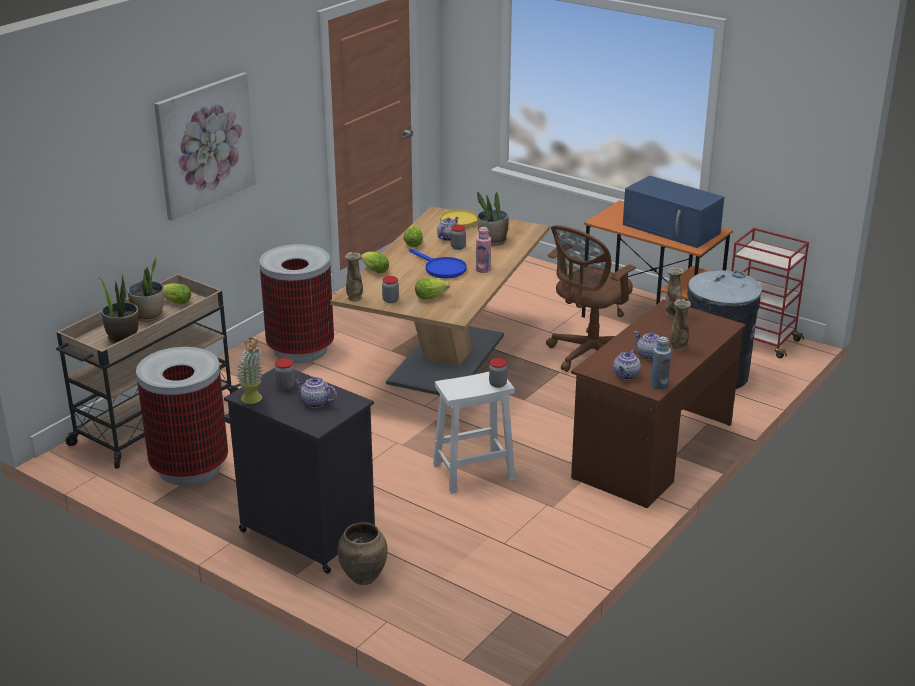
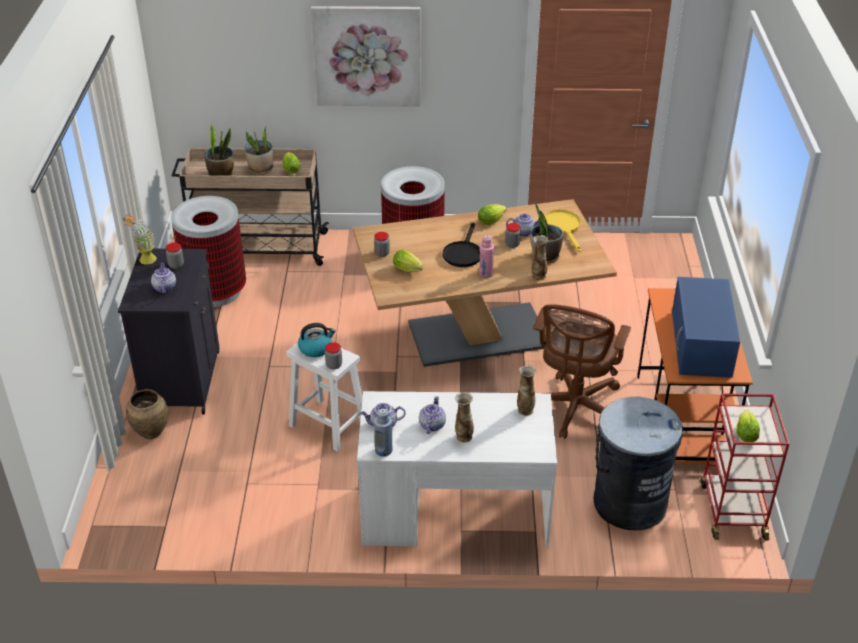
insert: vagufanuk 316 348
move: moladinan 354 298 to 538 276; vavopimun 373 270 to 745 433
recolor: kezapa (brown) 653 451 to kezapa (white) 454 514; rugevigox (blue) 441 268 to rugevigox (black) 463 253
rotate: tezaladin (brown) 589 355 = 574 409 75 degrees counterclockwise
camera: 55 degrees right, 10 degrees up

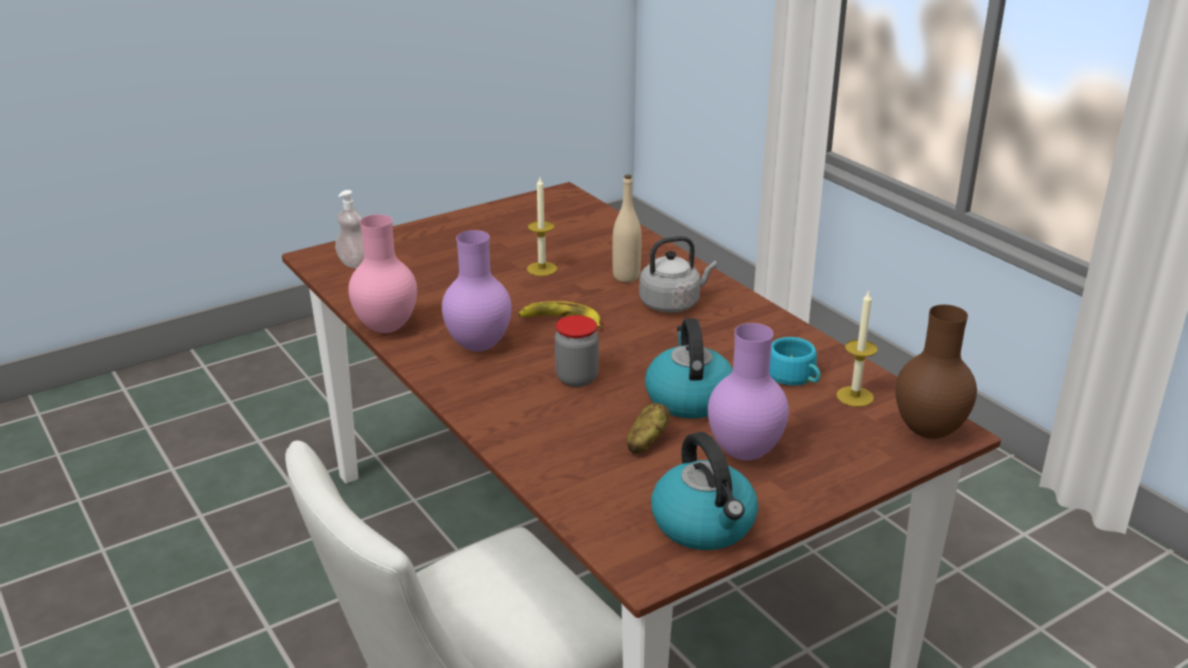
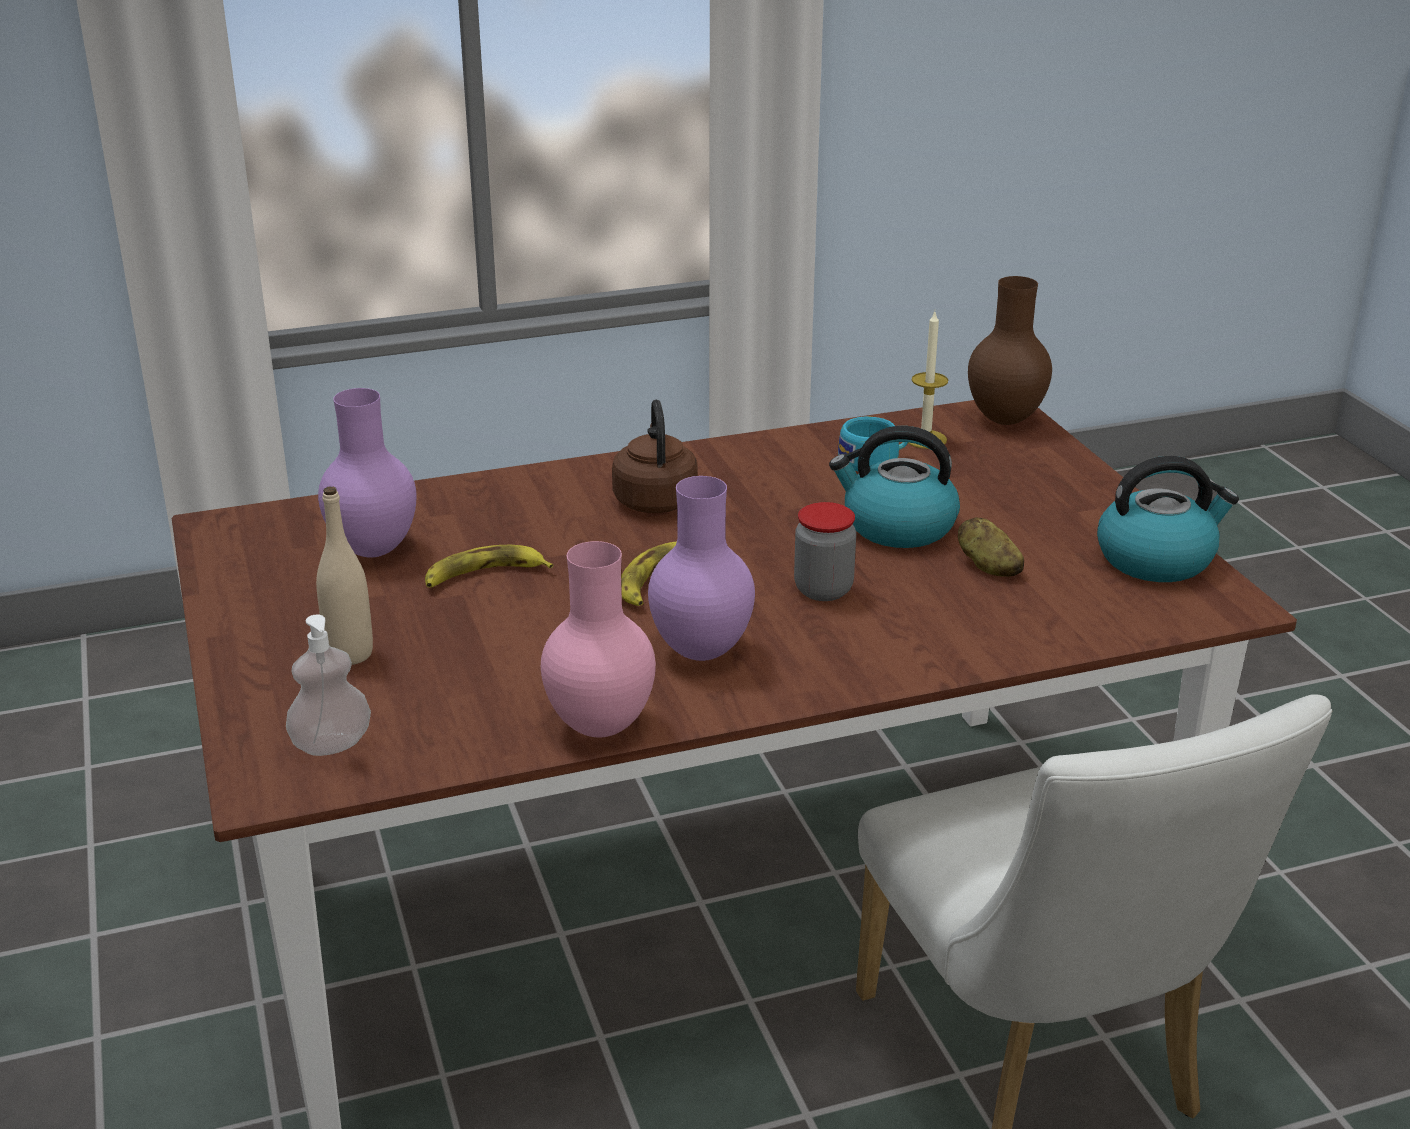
move: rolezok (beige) 626 277 to 350 654; moladinan (purple) 746 454 to 375 550
replace: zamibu 542 269 to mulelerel 484 575
recolor: vagufanuk (grey) 672 304 to vagufanuk (brown) 655 499
camera: 75 degrees left, 0 degrees up

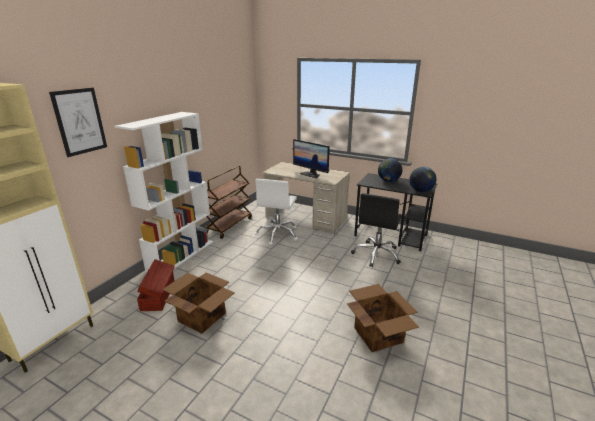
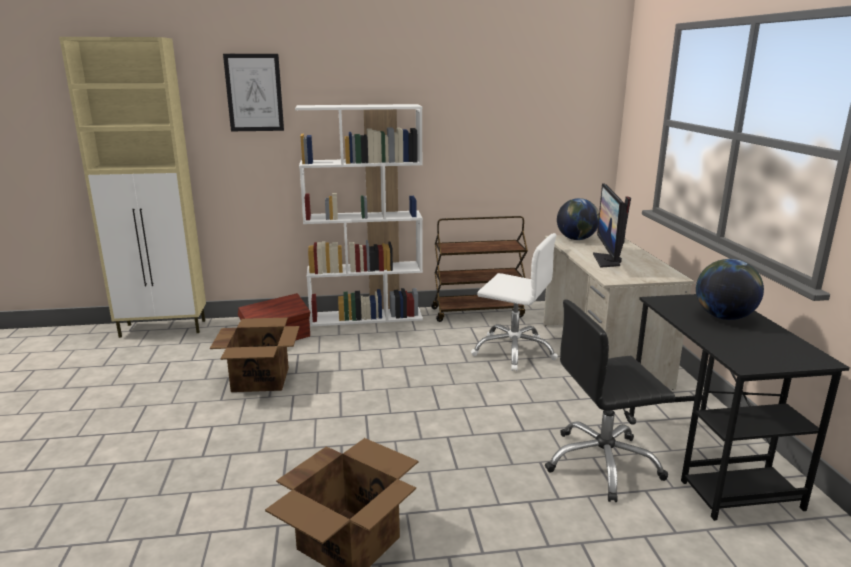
move: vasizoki 420 191 to 576 239
rotate: tezaladin (white) 278 234 = 514 351 135 degrees counterclockwise
camera: 55 degrees right, 5 degrees down

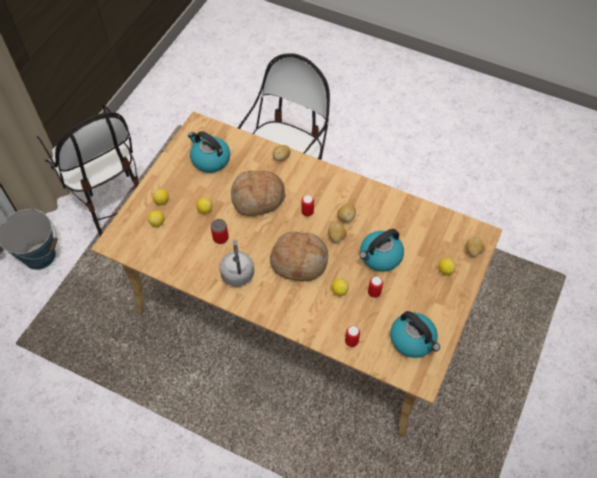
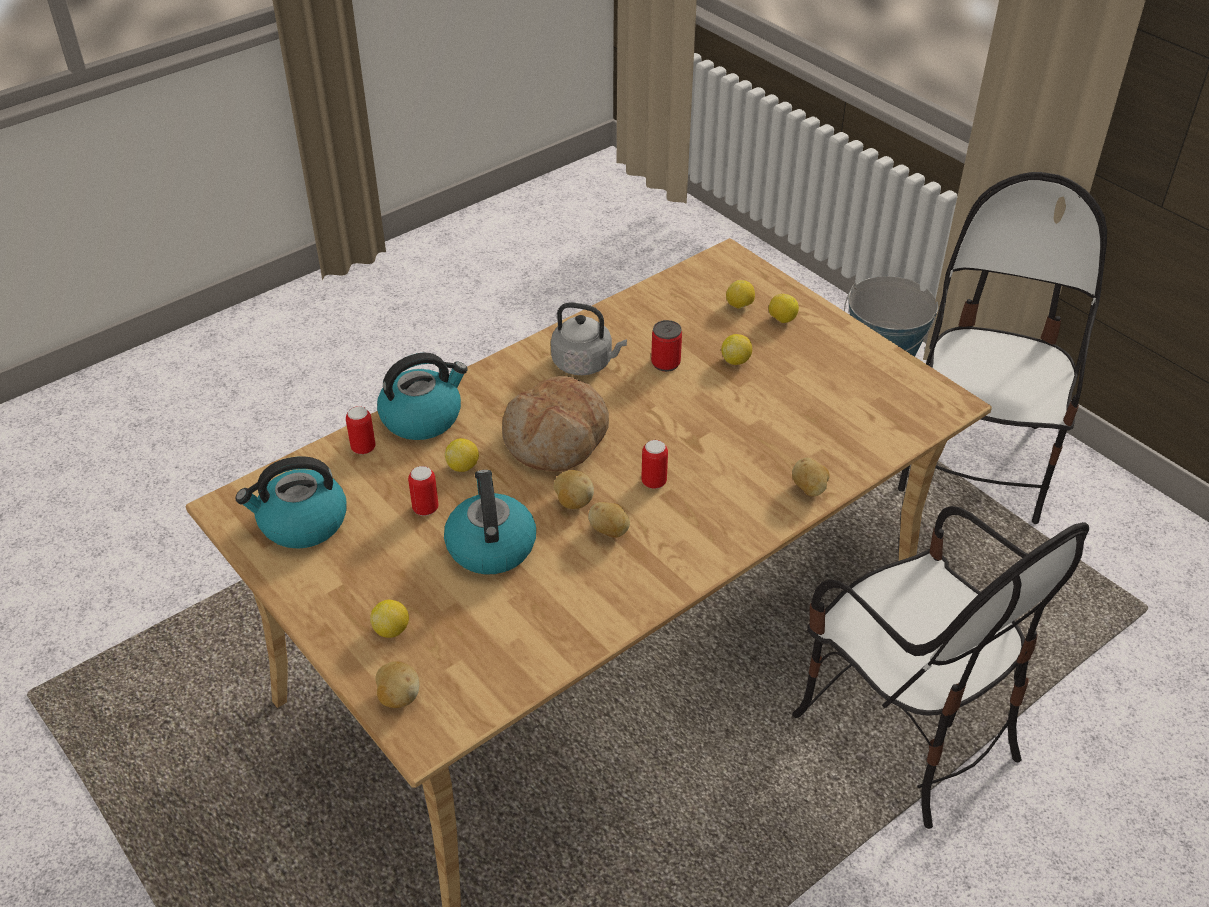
delete: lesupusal 258 198
move: vagufanuk 210 159 to 422 417
rotate: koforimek 107 198 = 977 462 120 degrees clockwise
camera: 115 degrees right, 15 degrees down

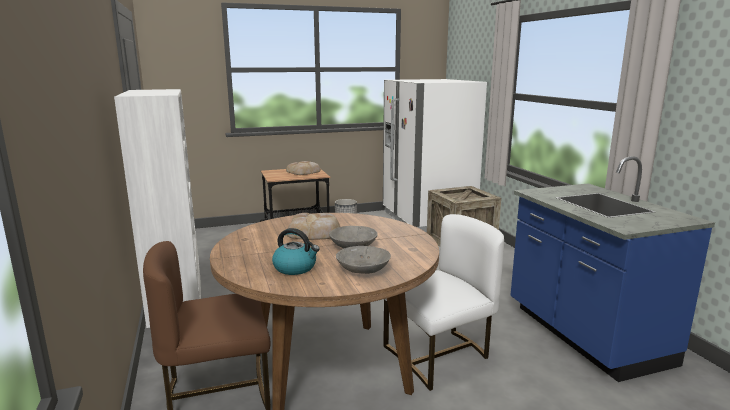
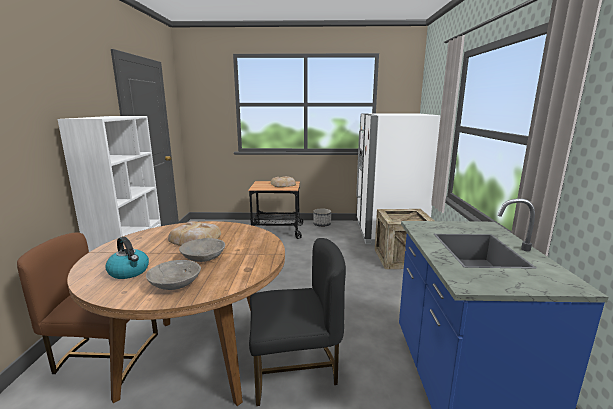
recolor: koforimek (white) 439 355 to koforimek (black) 295 369
camera: 20 degrees right, 0 degrees up

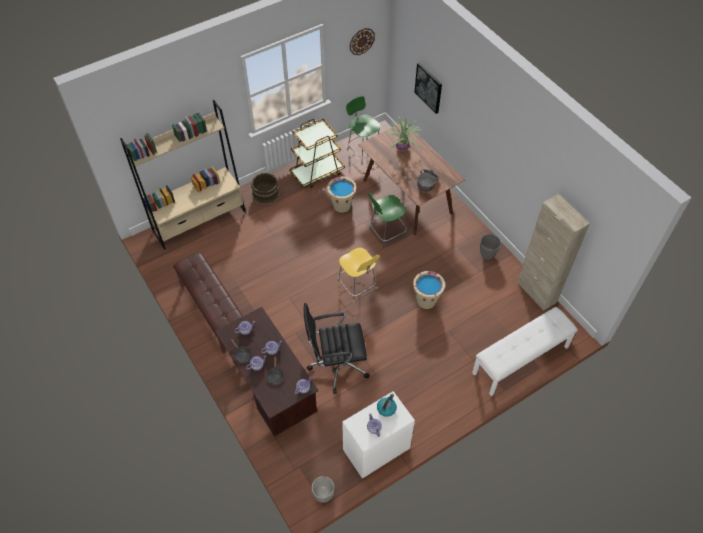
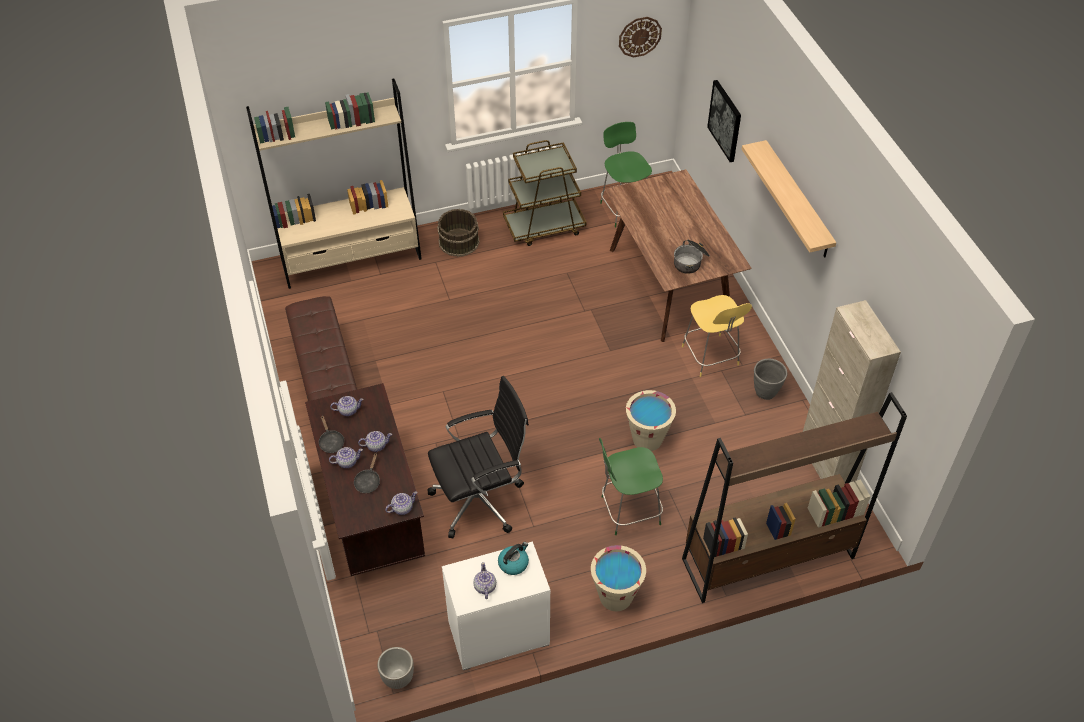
delete: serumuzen 402 149
insert: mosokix 797 200
move: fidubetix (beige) 342 206 to 615 597; koforimek (green) 386 233 to 628 511; koforimek (yellow) 357 287 to 711 357
replace: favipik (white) 521 360 to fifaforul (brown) 767 558
rotate: tezaladin (black) 336 364 = 481 500 150 degrees clockwise
camera: 15 degrees right, 5 degrees down

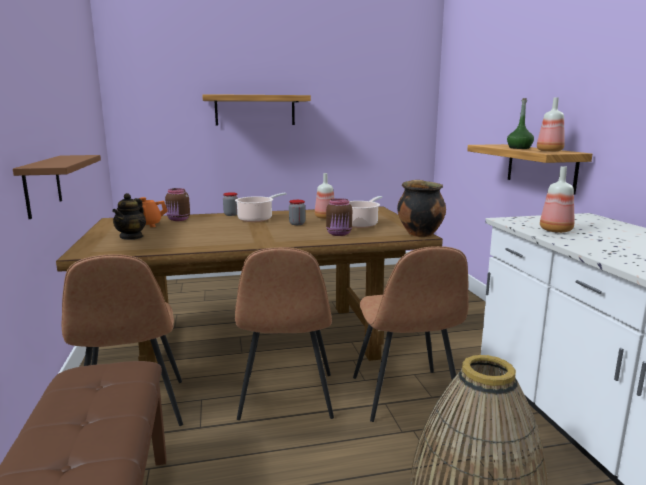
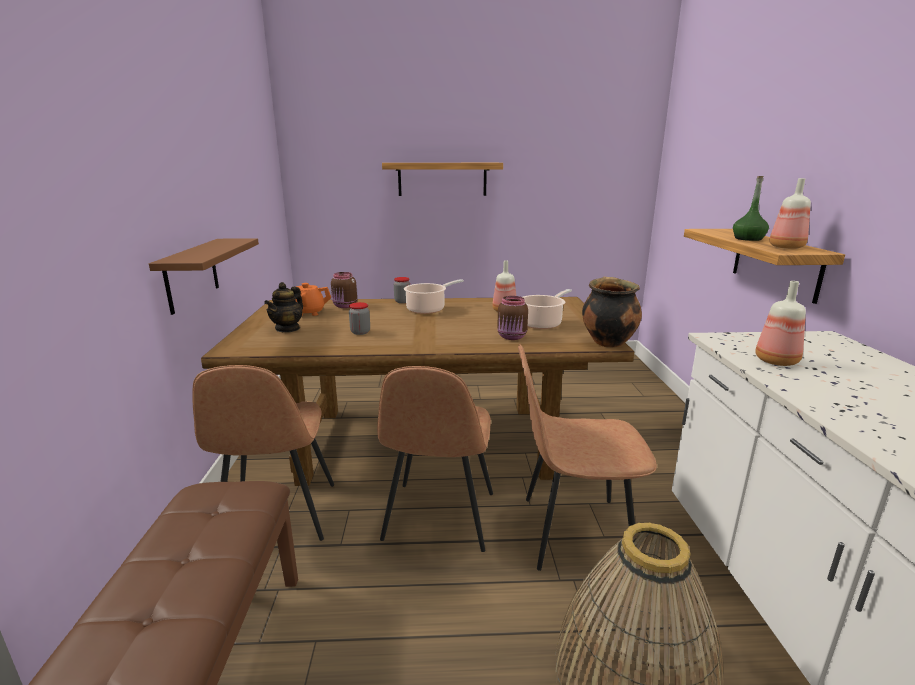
move: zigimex 297 224 to 360 332
rotate: koforimek (brown) 405 396 = 572 532 90 degrees clockwise
camera: 10 degrees right, 5 degrees up

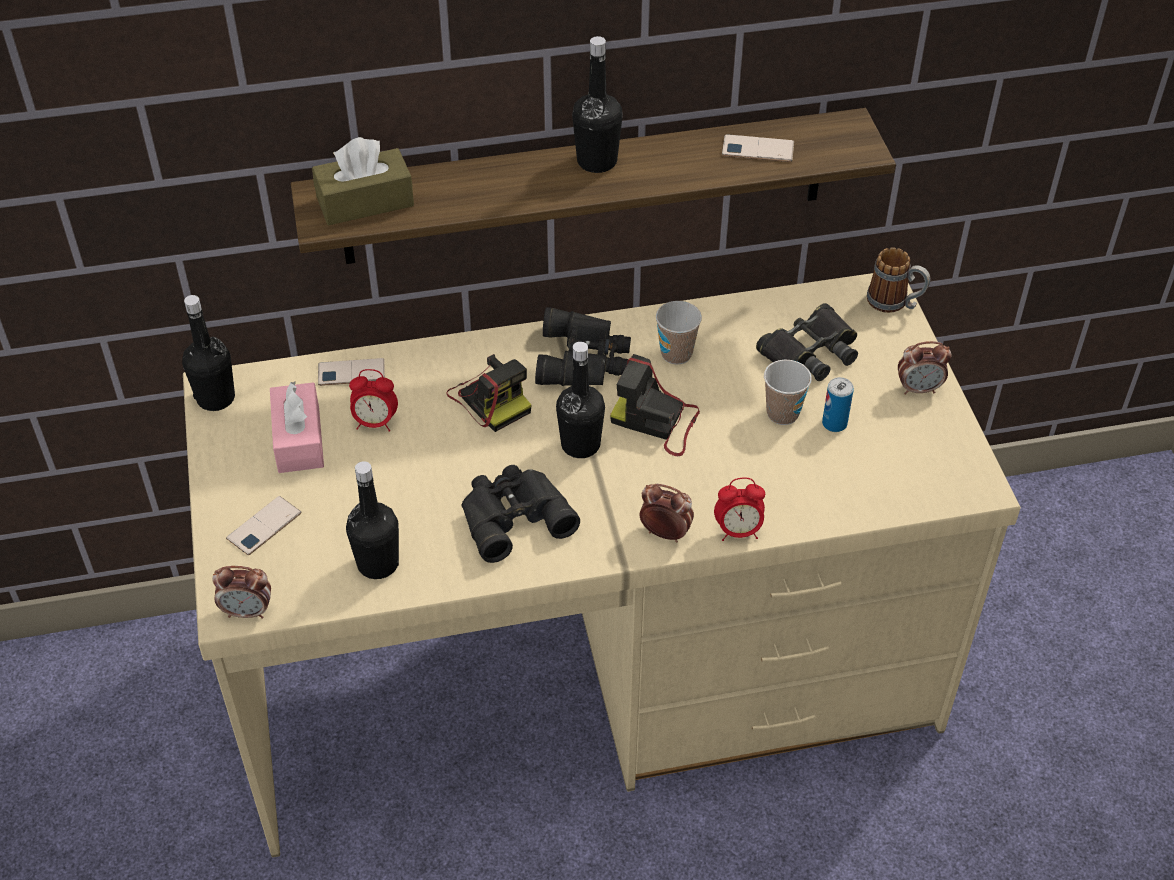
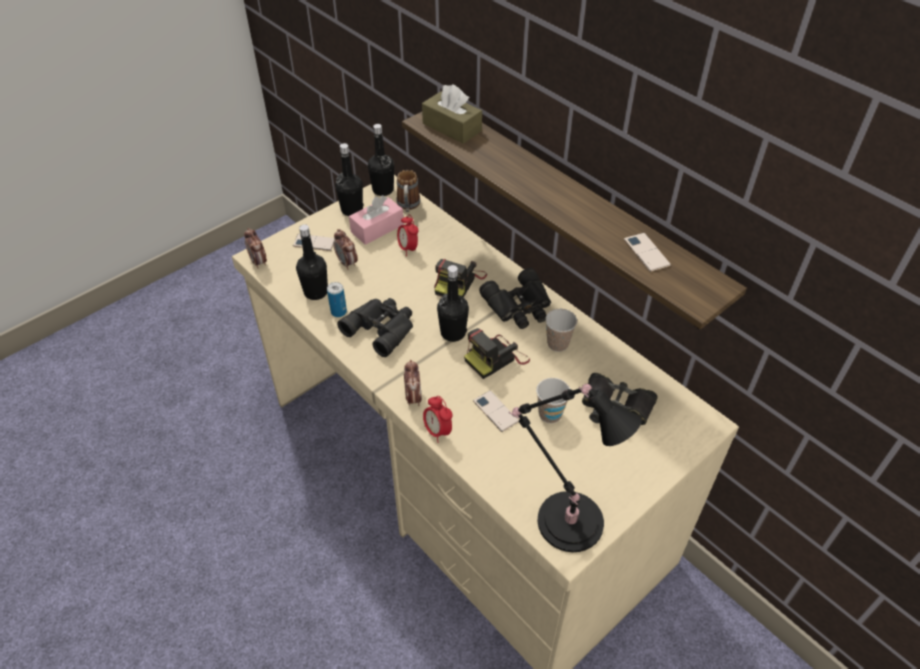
insert: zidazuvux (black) 565 518
move: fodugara 834 423 to 338 312; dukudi 919 389 to 347 263; rolezok (black) 597 161 to 352 210; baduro 895 303 to 408 206; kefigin 351 372 to 495 411
rotate: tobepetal 657 422 = 496 358 120 degrees counterclockwise
camera: 60 degrees right, 0 degrees up

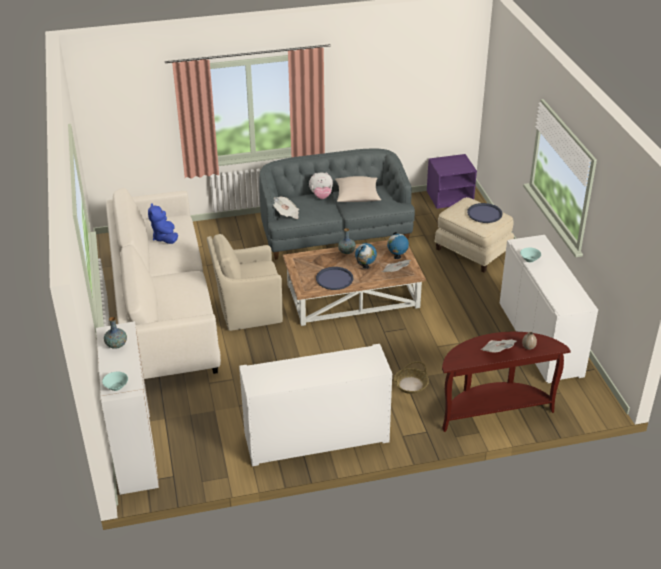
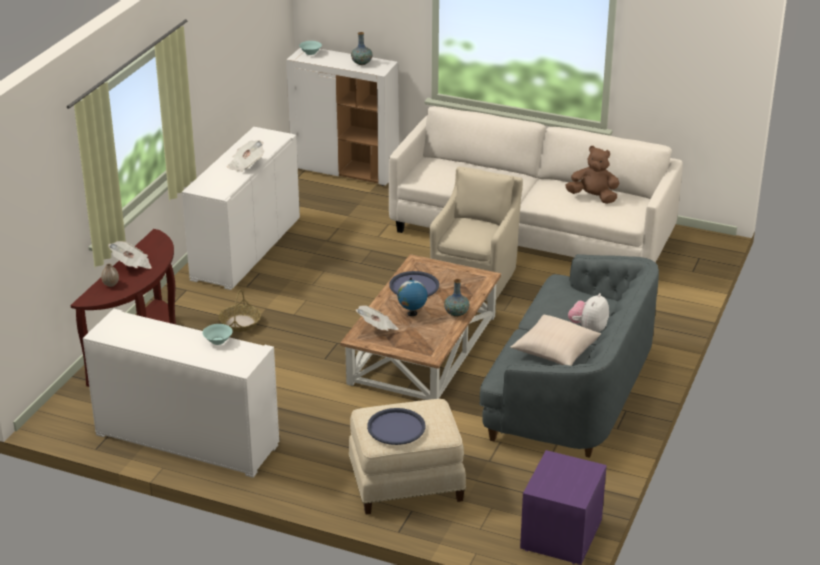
delete: vasizoki 397 257
move: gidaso 286 214 to 246 165
recolor: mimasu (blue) 165 238 to mimasu (brown) 593 197
camera: 125 degrees right, 5 degrees down

